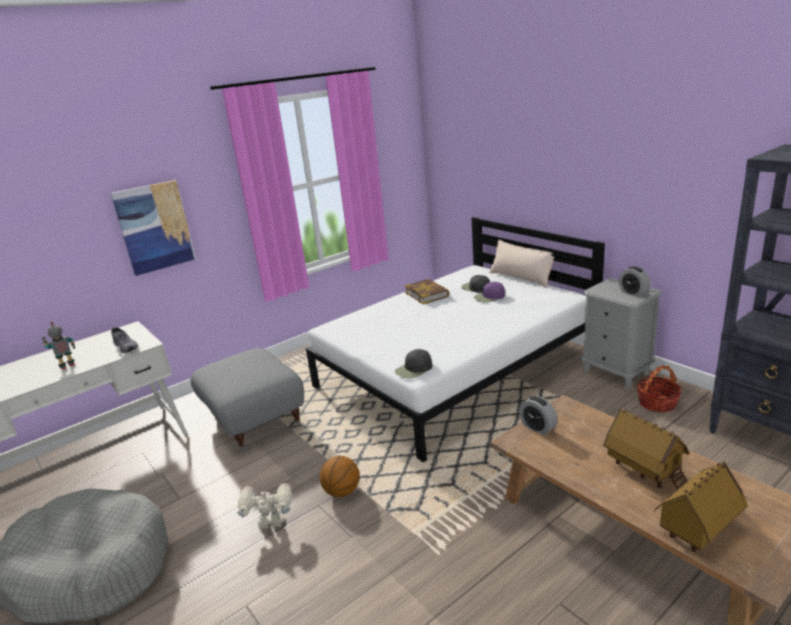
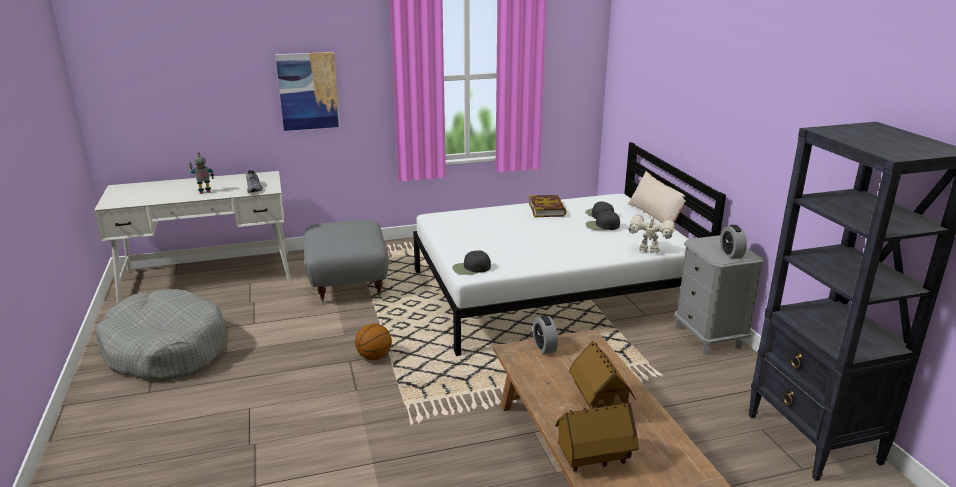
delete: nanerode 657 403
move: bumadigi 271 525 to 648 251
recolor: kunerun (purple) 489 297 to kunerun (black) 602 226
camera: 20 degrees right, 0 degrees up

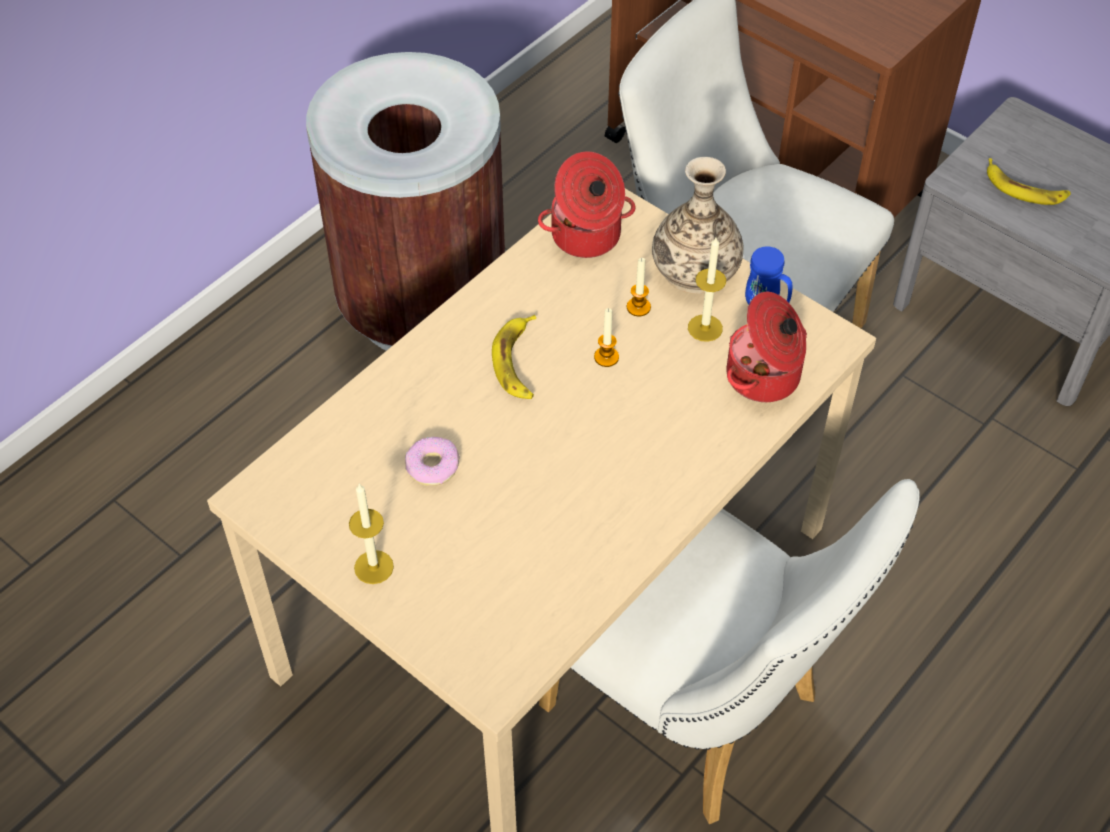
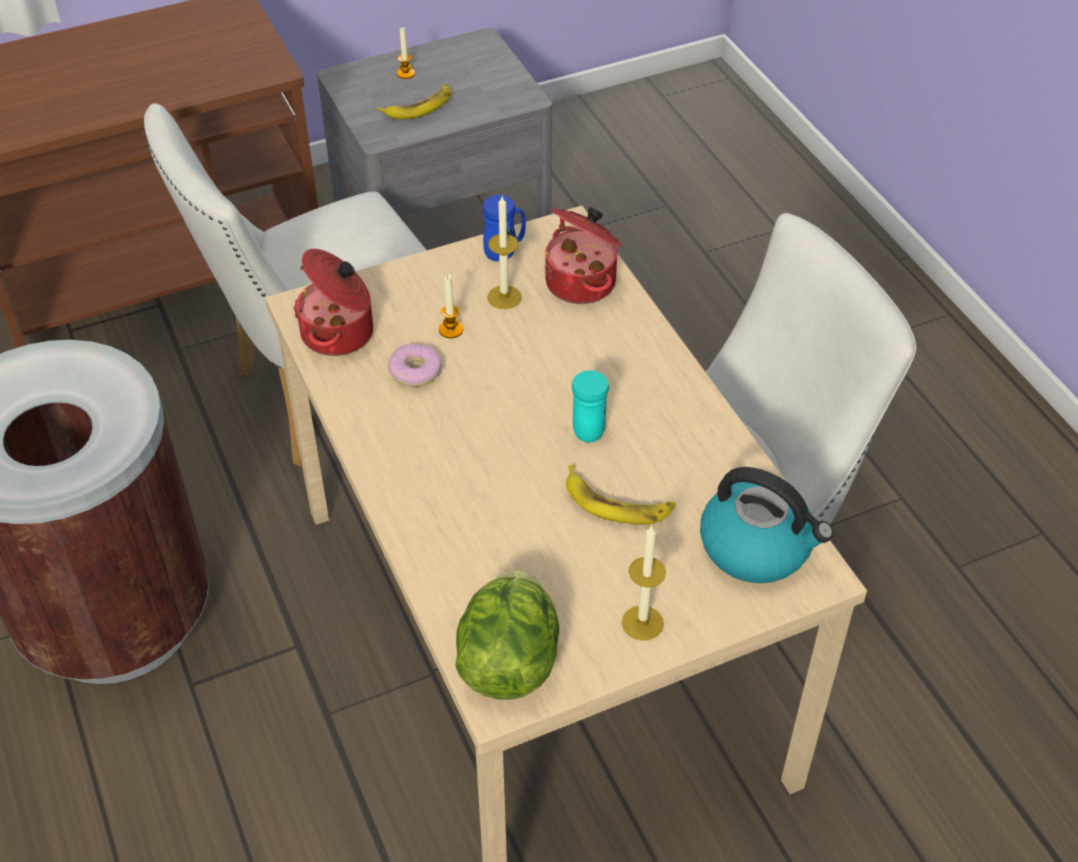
delete: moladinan 694 270
insert: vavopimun 508 661; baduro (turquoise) 588 426; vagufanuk 757 547
move: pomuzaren 432 466 to 415 372; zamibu 606 357 to 406 73; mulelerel 518 363 to 617 503
camera: 65 degrees left, 5 degrees down

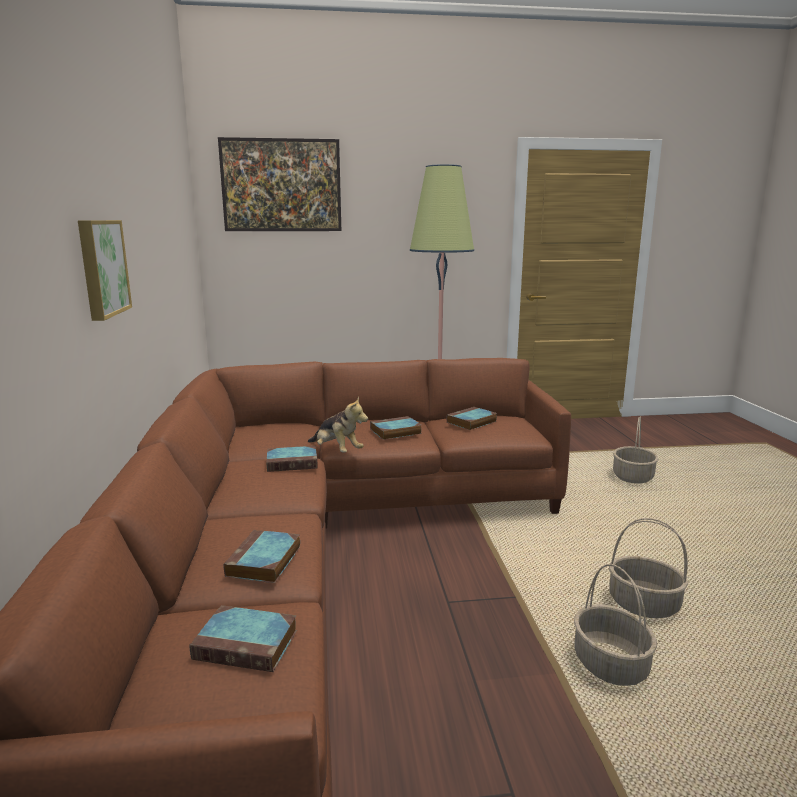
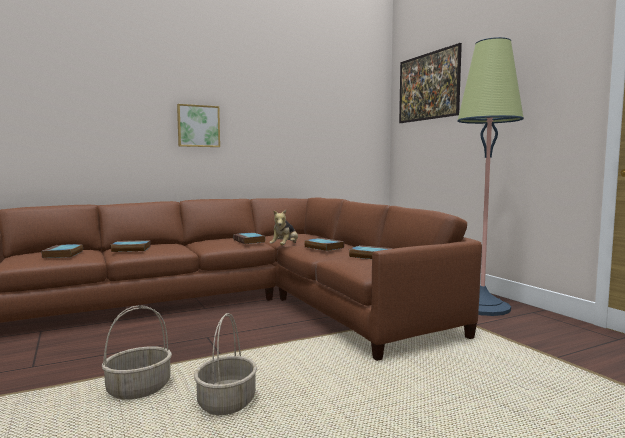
delete: nanerode 633 477
camera: 70 degrees right, 10 degrees down

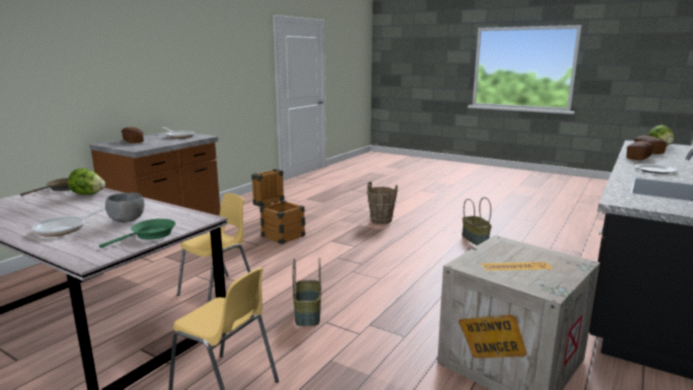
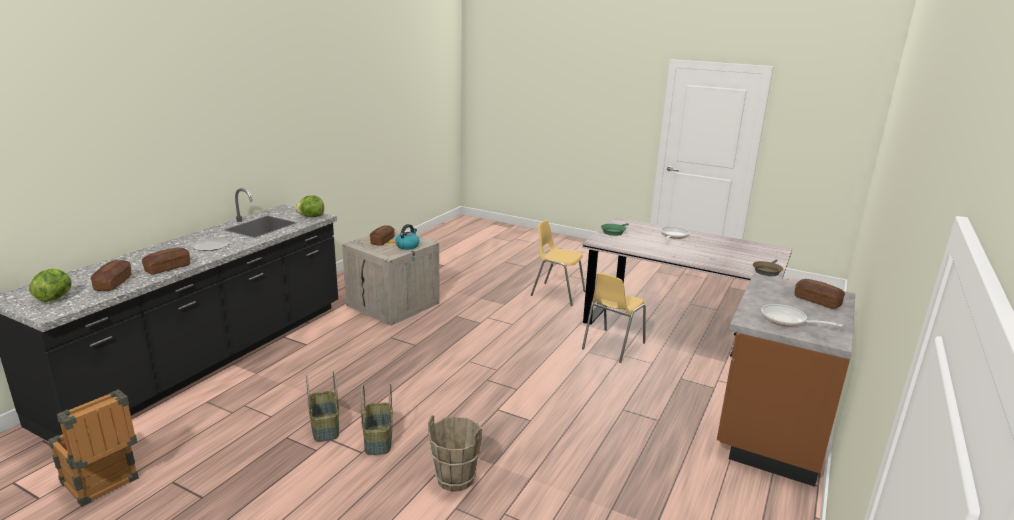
delete: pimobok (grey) 127 220
insert: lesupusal 382 241; vagufanuk 407 246
move: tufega 280 234 to 103 485; vavopimun 87 194 to 311 216; nanerode 308 314 to 377 440
camera: 175 degrees right, 5 degrees up

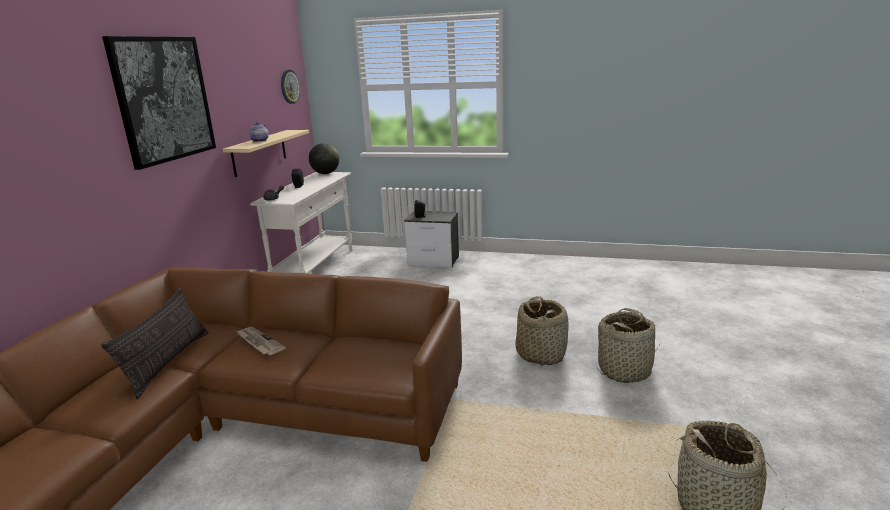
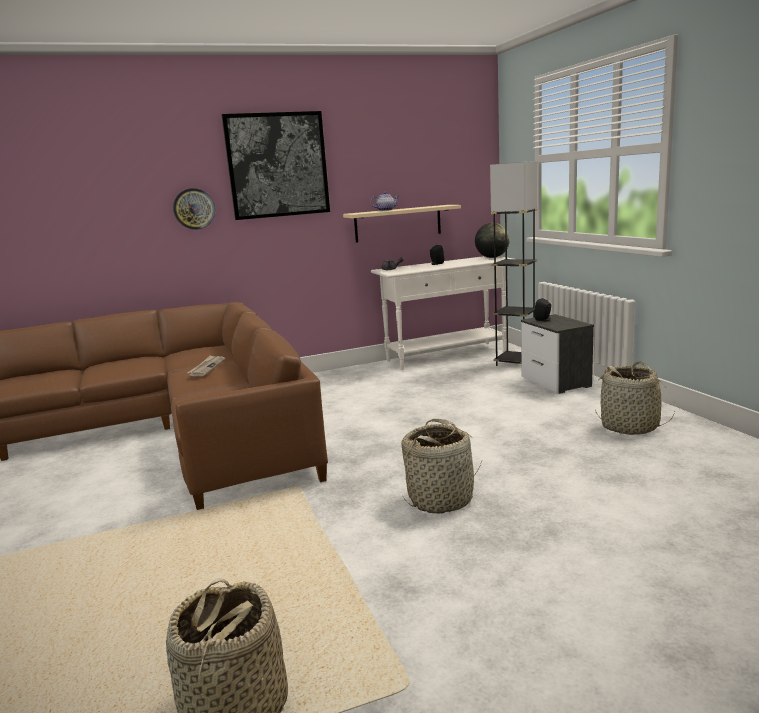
delete: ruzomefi 168 362
insert: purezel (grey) 515 363
move: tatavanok 289 86 to 194 209; nanerode 625 370 to 630 426
camera: 55 degrees right, 5 degrees down

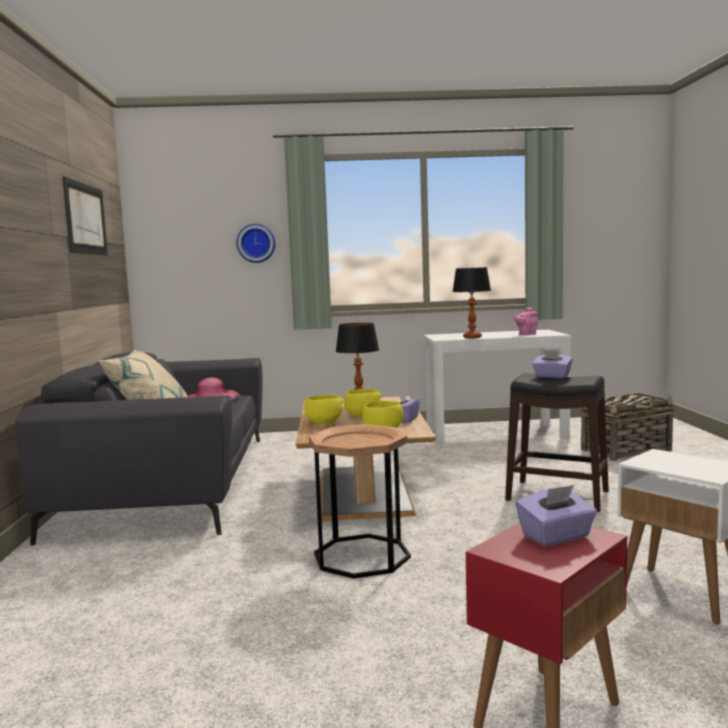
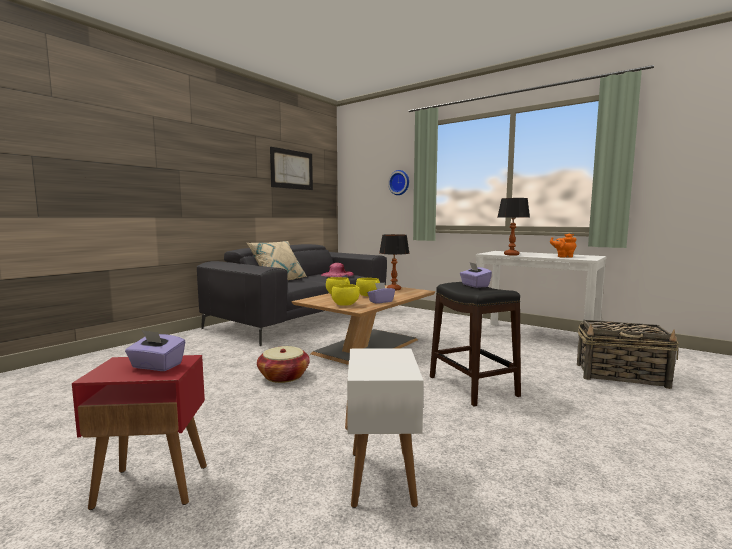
replace: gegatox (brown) 362 556 to nanerode 283 376
recolor: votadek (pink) 526 334 to votadek (orange) 563 257
camera: 40 degrees right, 0 degrees up

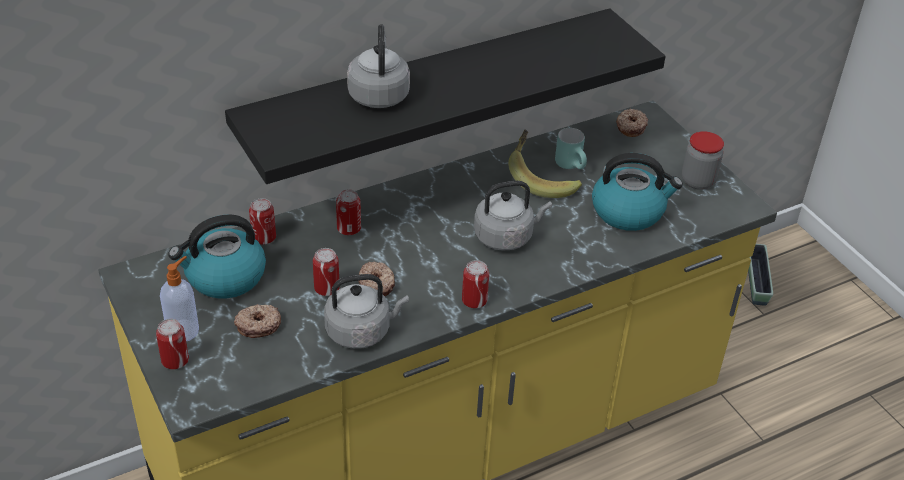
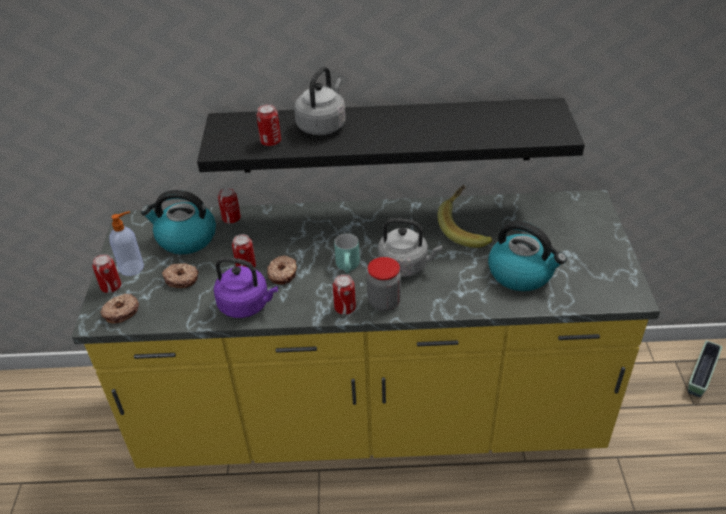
move: pomuzaren 630 127 to 121 312; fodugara 349 229 to 270 142; baduro (turquoise) 573 165 to 349 268; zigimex 698 181 to 384 302
recolor: vagufanuk (grey) 361 331 to vagufanuk (purple) 246 305
camera: 30 degrees right, 0 degrees up

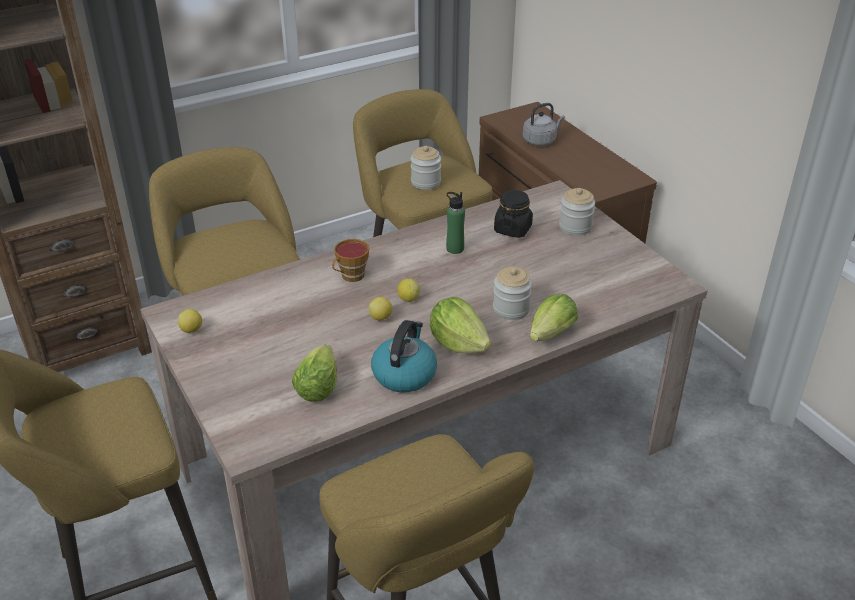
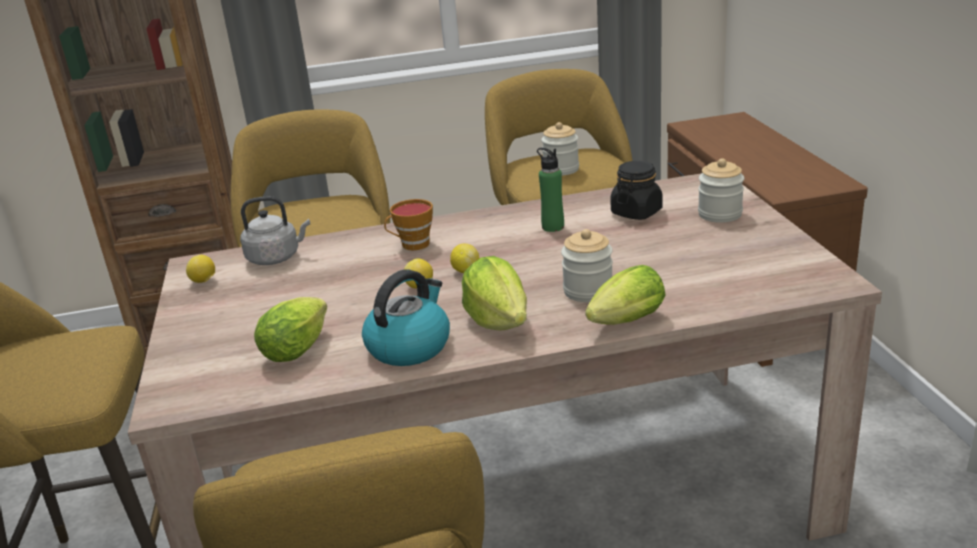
move: vagufanuk (grey) 540 141 to 276 257
camera: 20 degrees right, 10 degrees down

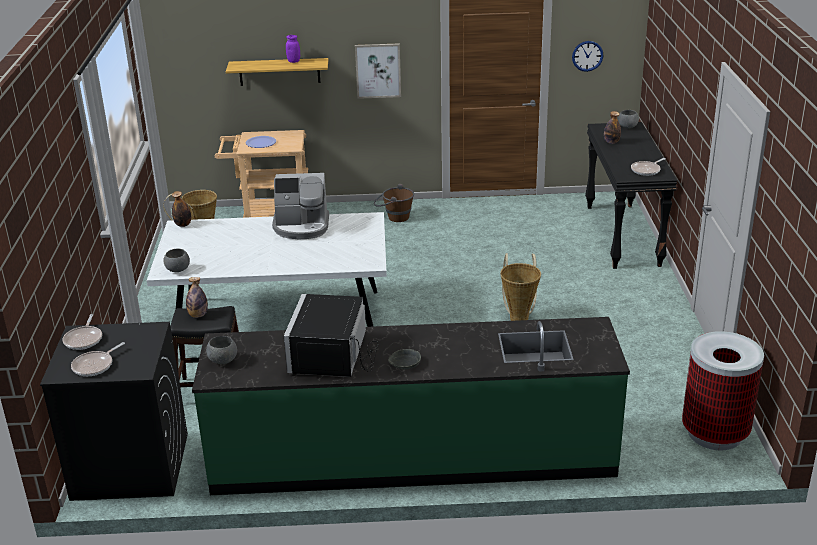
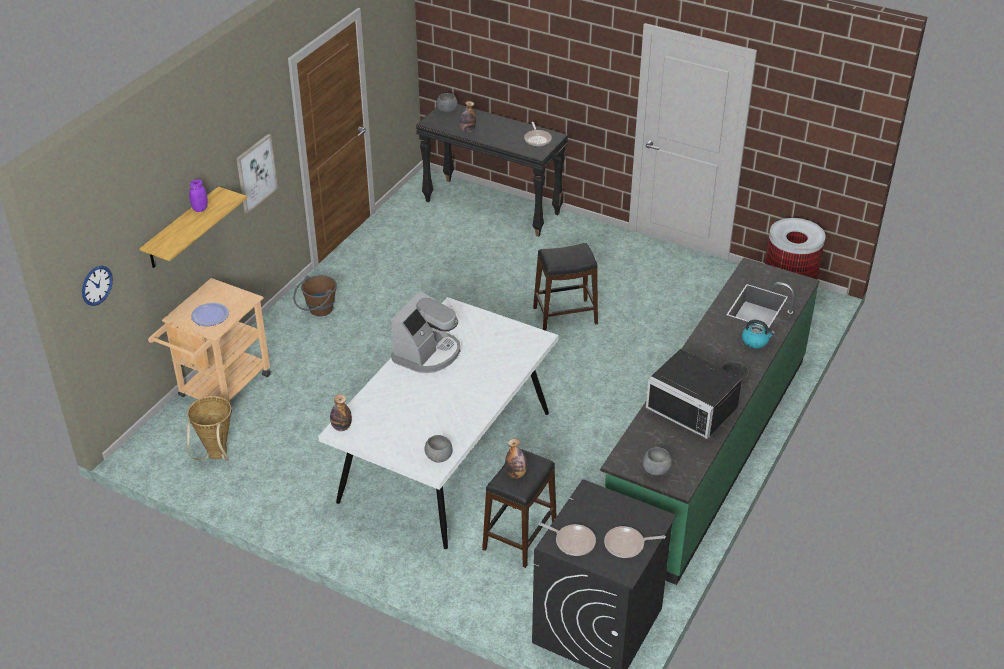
insert: vagufanuk 755 341
move: tatavanok 587 56 to 96 285
replace: nanerode 519 317 to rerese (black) 564 315
rotate: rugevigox 95 365 = 627 545 105 degrees clockwise
camera: 60 degrees left, 10 degrees up

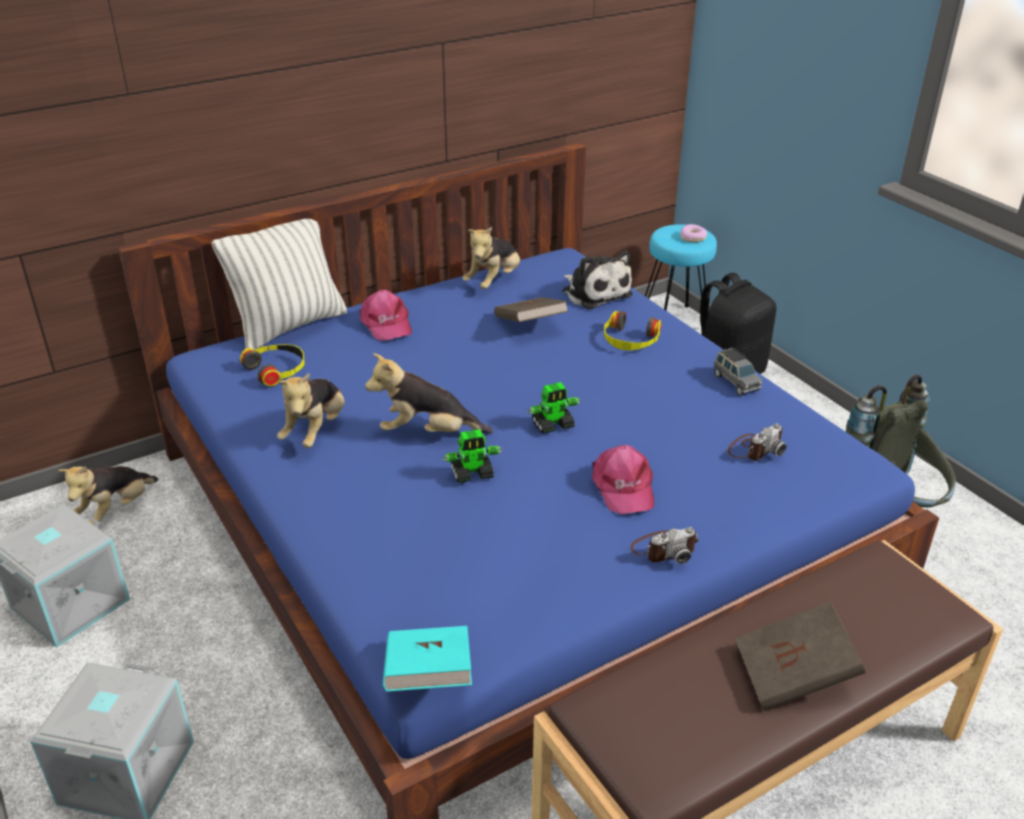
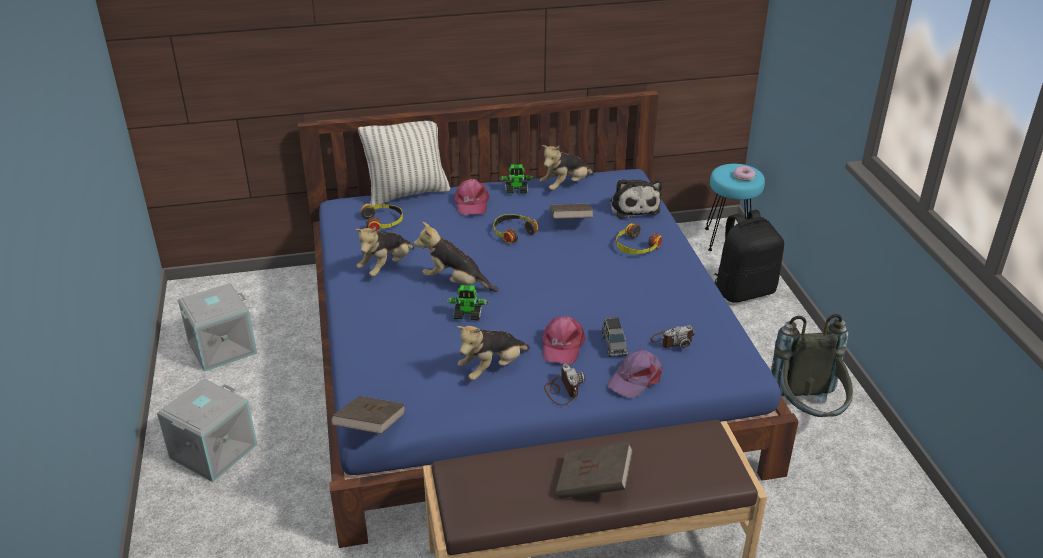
insert: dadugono 513 232; kunerun (purple) 636 378
move: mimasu 116 510 to 492 368; bumadigi 553 425 to 516 190; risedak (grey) 735 382 to 614 345
recolor: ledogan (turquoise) 428 676 to ledogan (brown) 370 427
rotate: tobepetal 664 549 = 562 390 105 degrees counterclockwise
camera: 20 degrees right, 0 degrees up

